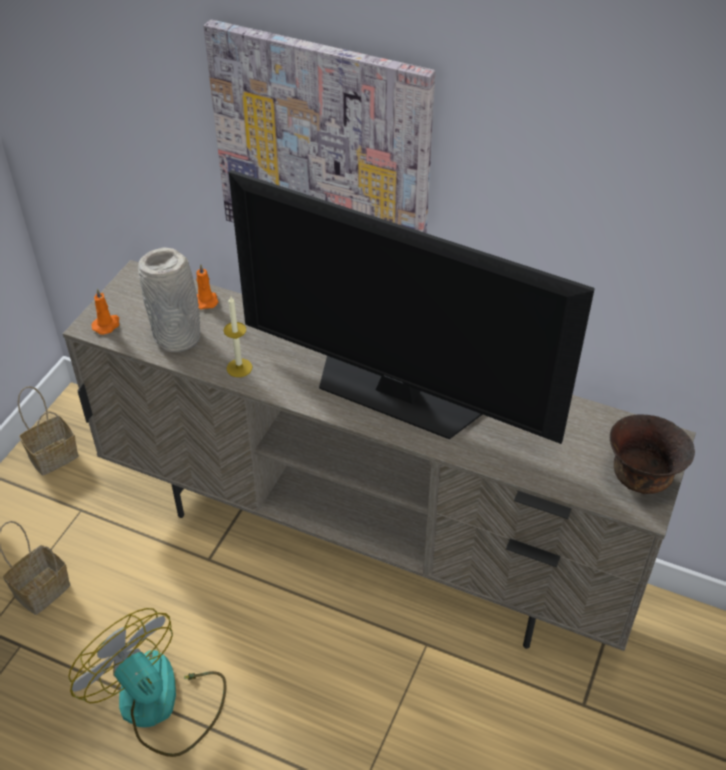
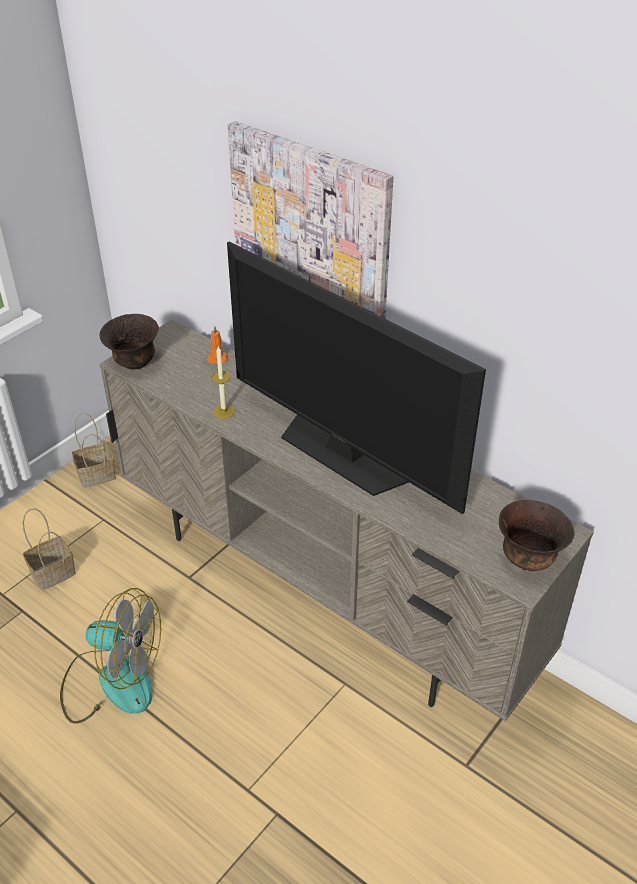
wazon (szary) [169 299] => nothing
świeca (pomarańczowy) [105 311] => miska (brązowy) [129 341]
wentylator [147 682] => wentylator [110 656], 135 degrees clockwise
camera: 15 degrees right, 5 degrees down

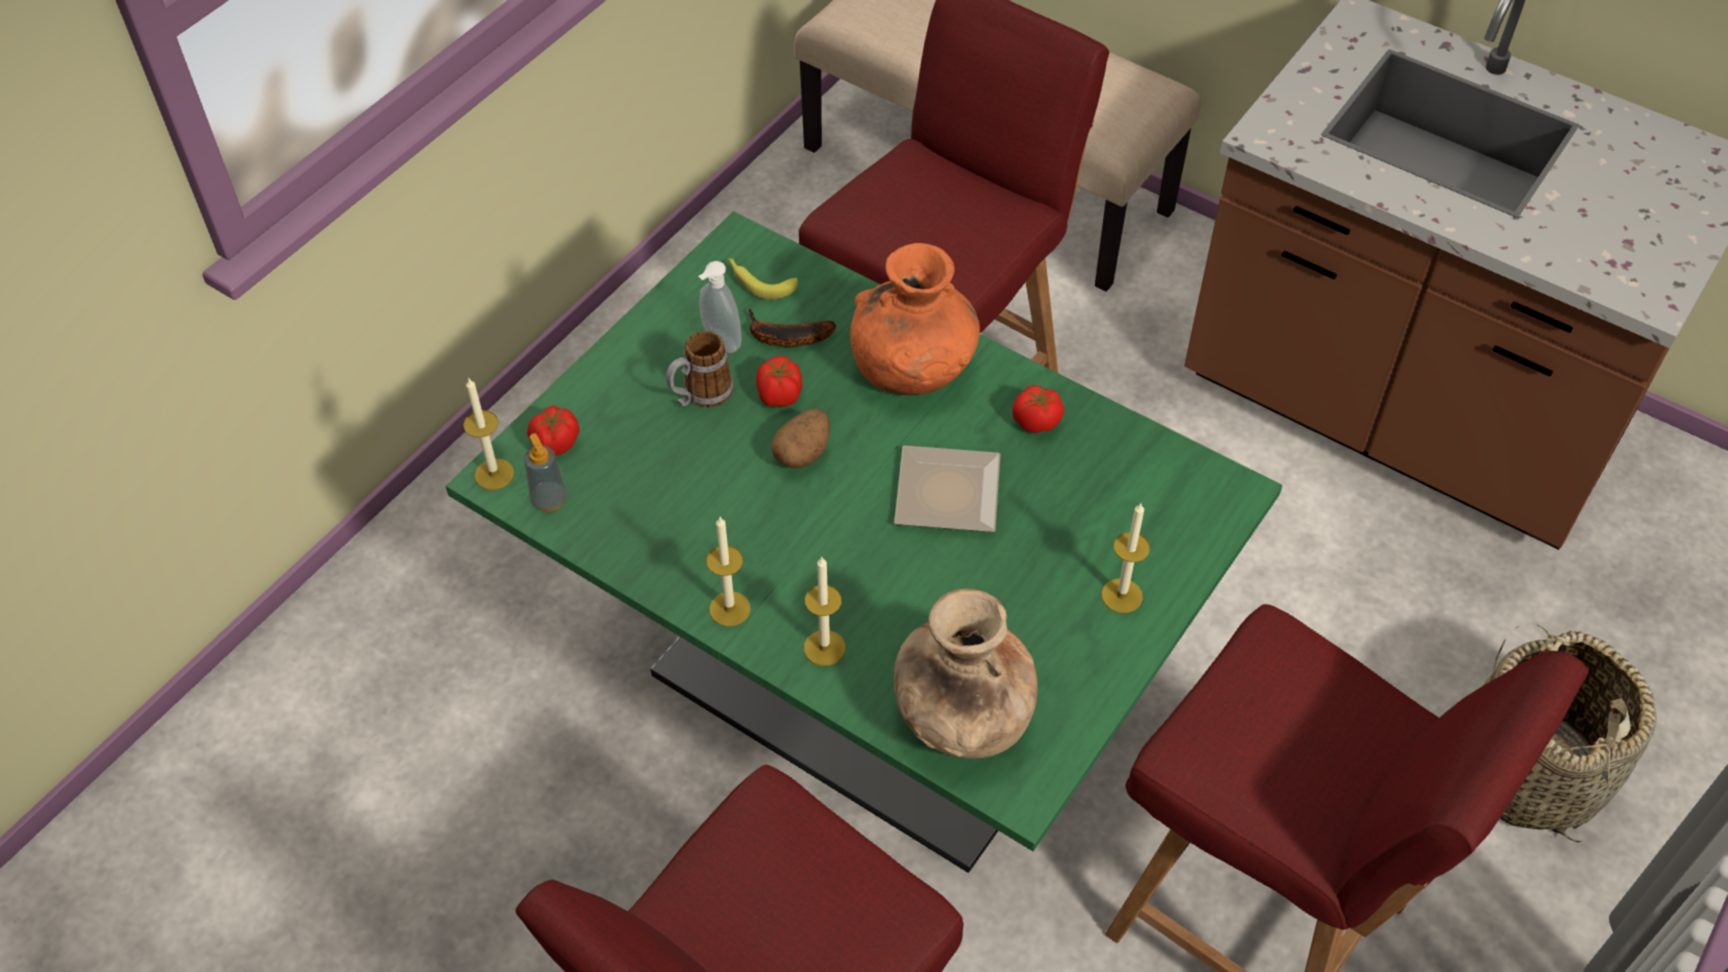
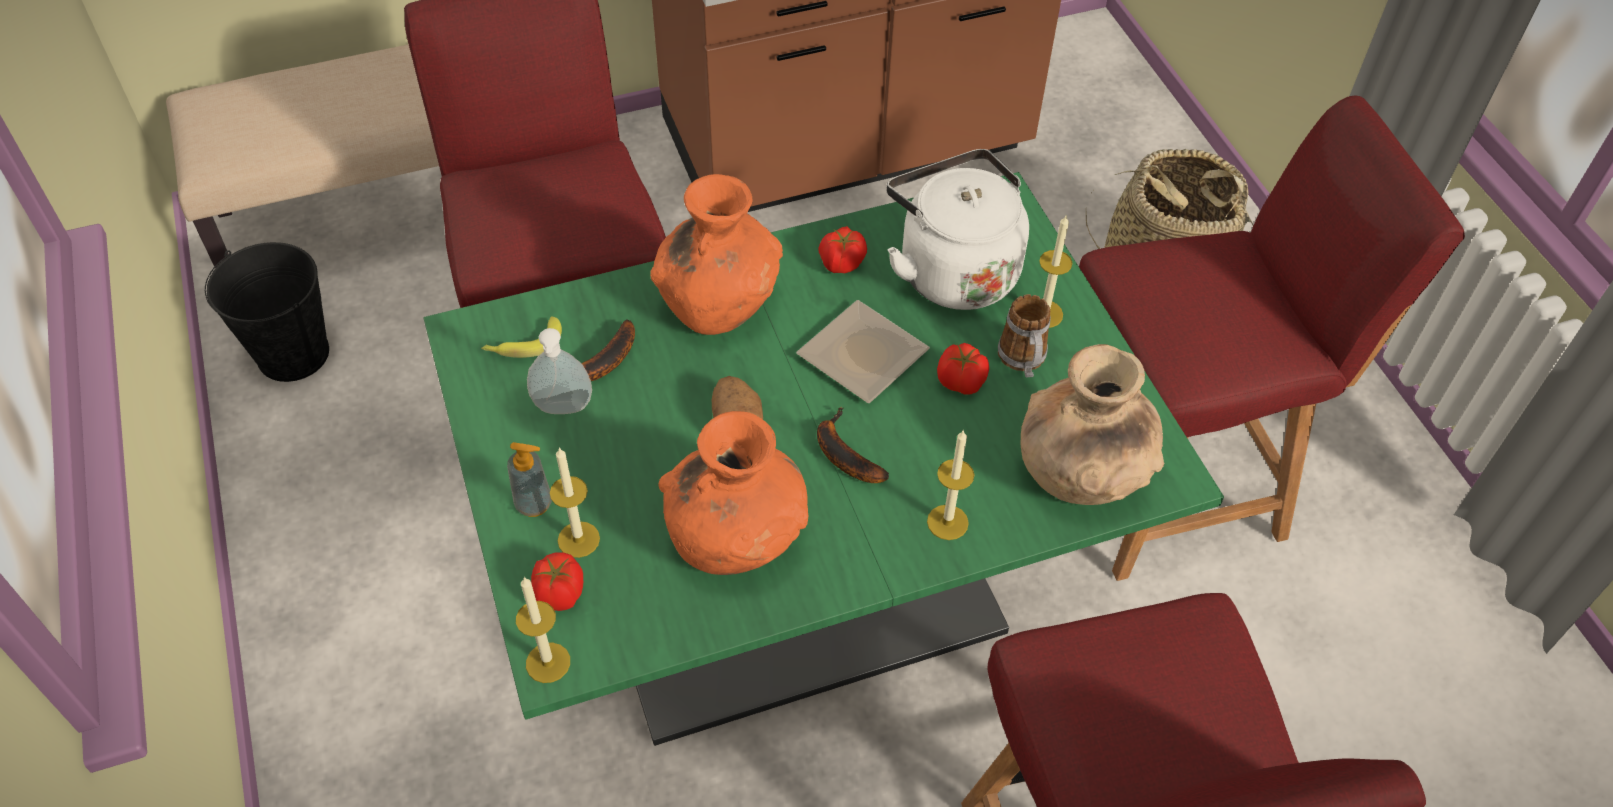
nothing => wiadro (czarny) [267 312]
nothing => wazon (pomarańczowy) [733 493]
nothing => banan [853 445]
nothing => czajnik (biały) [958 229]
dozownik mydła [545 473] => dozownik mydła [529 479], moved
kubek [699 369] => kubek [1024 336], moved
świeca [728 572] => świeca [575 502], moved
pomidor [779 381] => pomidor [963 369], moved
camera: 55 degrees left, 0 degrees up

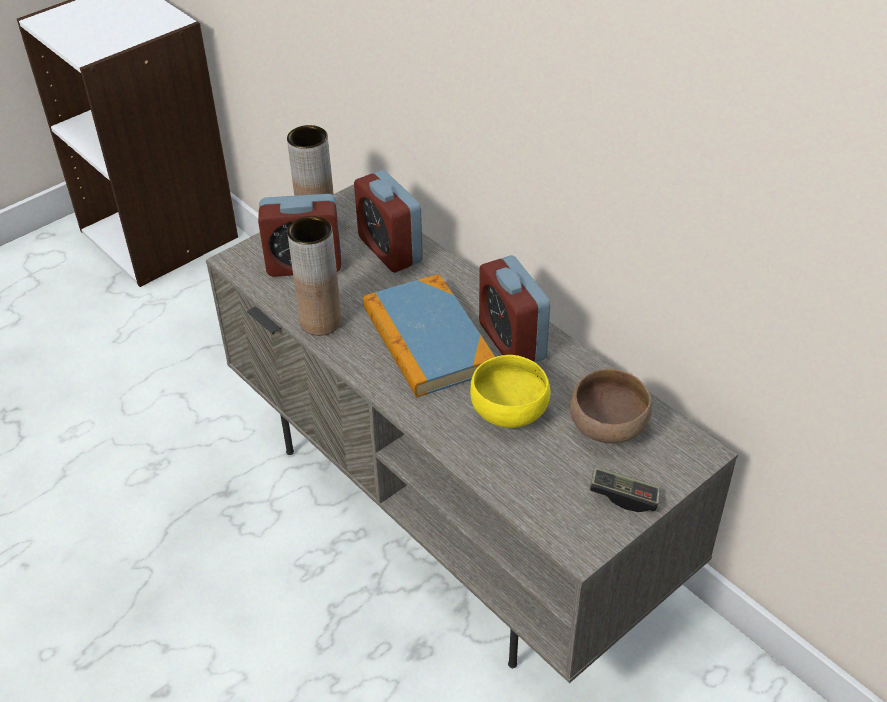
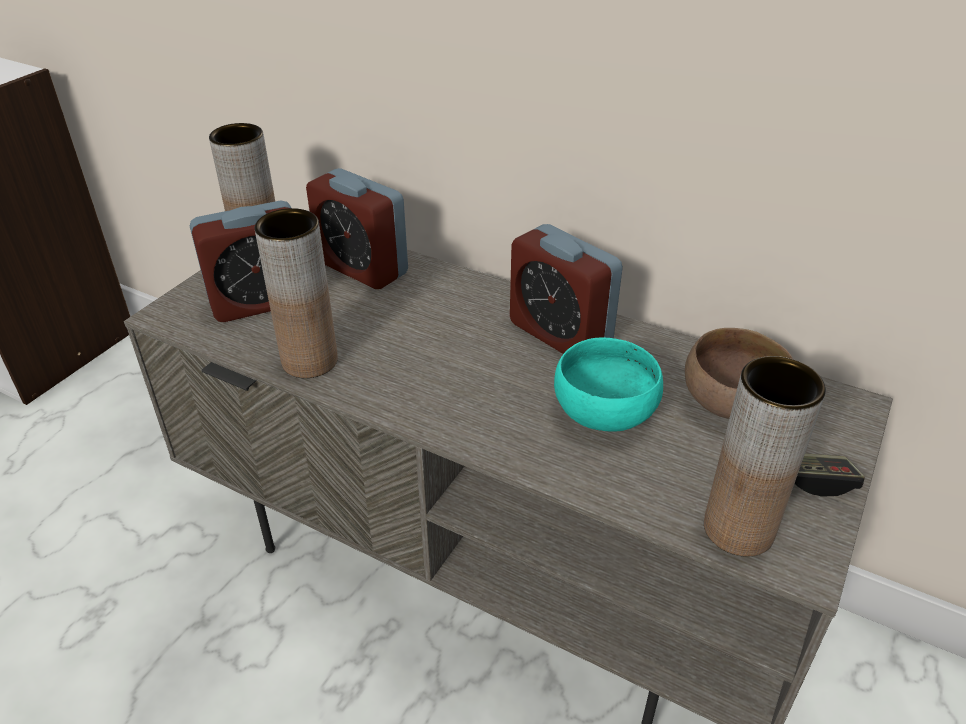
książka [429 336] => nothing
nothing => wazon (brązowy) [765 456]
miska (żółty) [510 391] => miska (turkusowy) [608 384]
camera: 20 degrees left, 5 degrees down

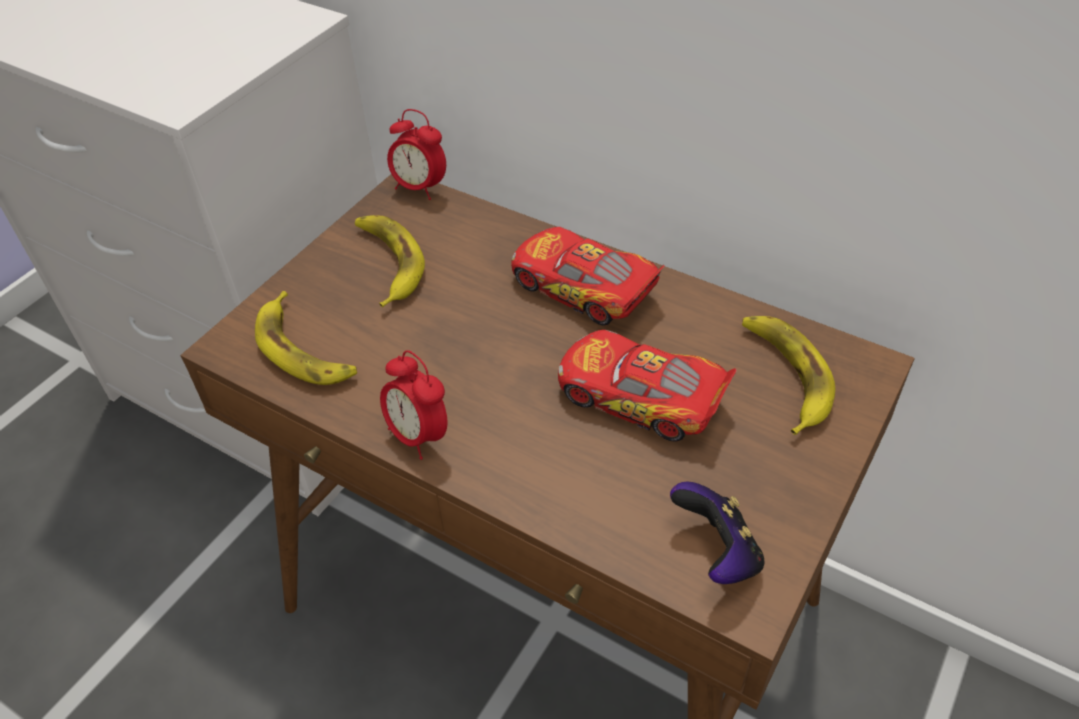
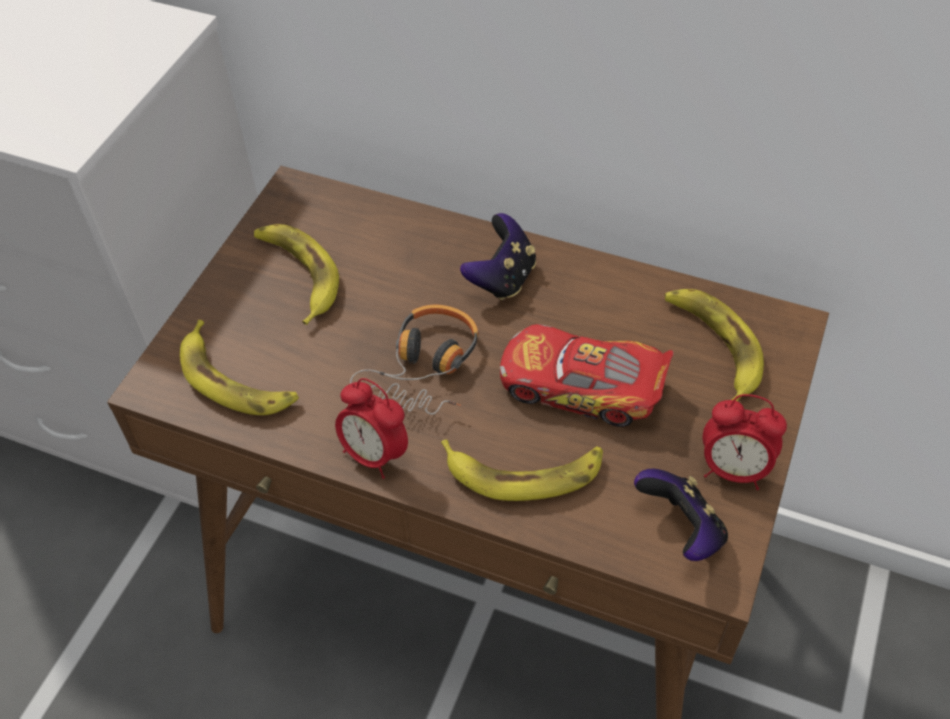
nothing => słuchawki [414 360]
nothing => banan [522 470]
budzik [416 154] => budzik [745 442], moved
samochodzik [588 276] => pad do gier [498 256]
camera: 10 degrees left, 5 degrees up

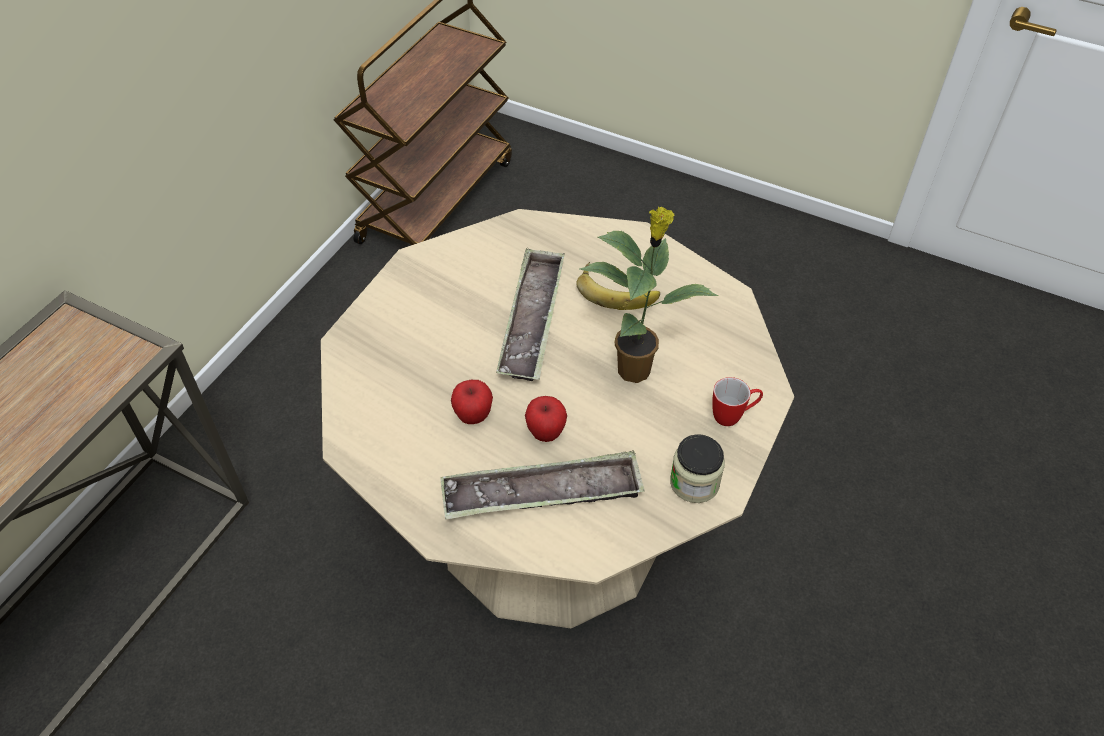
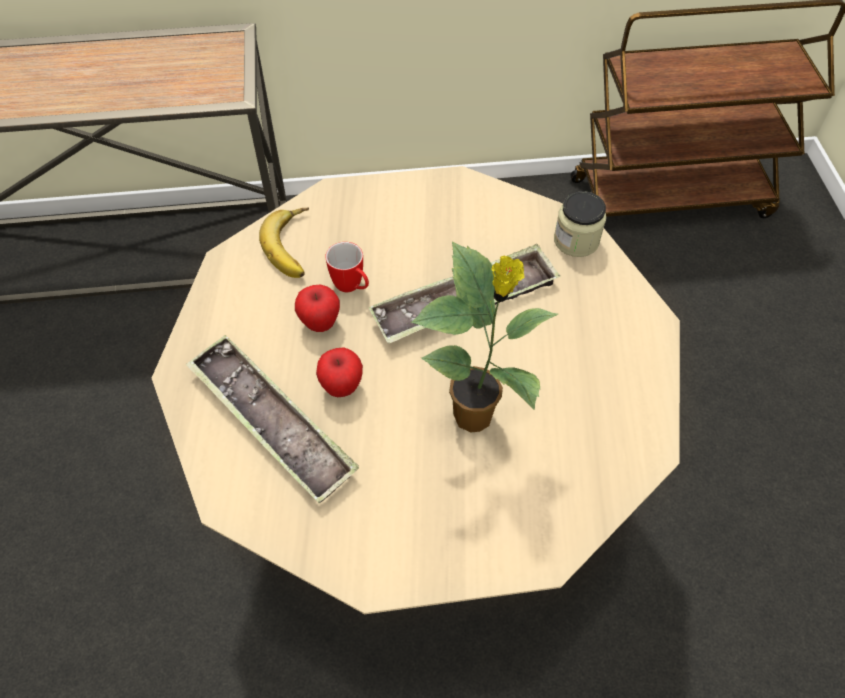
banan [618 286] => banan [284 243], moved
słoik [697 468] => słoik [580 224], moved
kubek [737 401] => kubek [347 267], moved
camera: 55 degrees right, 5 degrees up

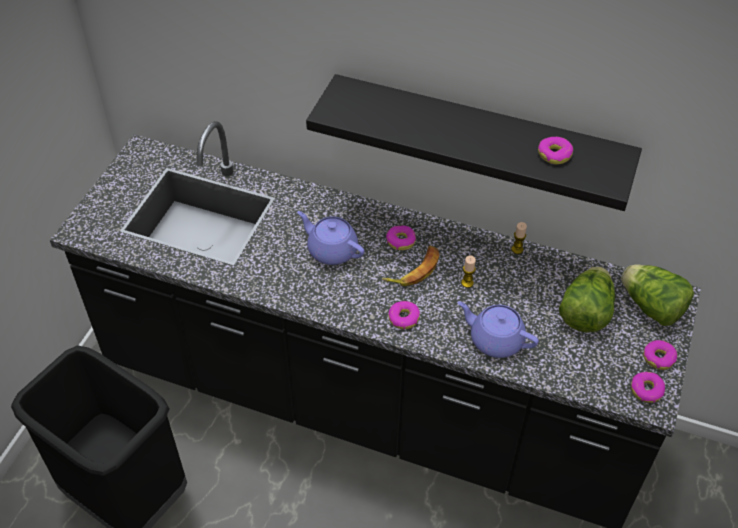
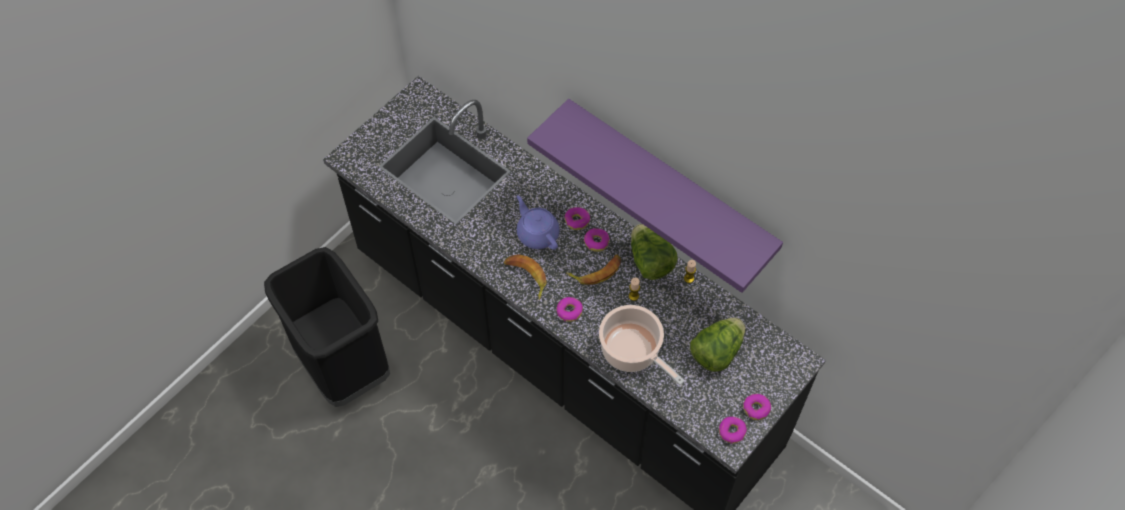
nothing => banan [525 277]
donut [555 150] => donut [577 218], moved
sałata [657 295] => sałata [654 252], moved
imbryk (fioletowy) [498 329] => garnek [642 345]
półka (czarny) [474 142] => półka (fioletowy) [655 196]
camera: 20 degrees right, 10 degrees up

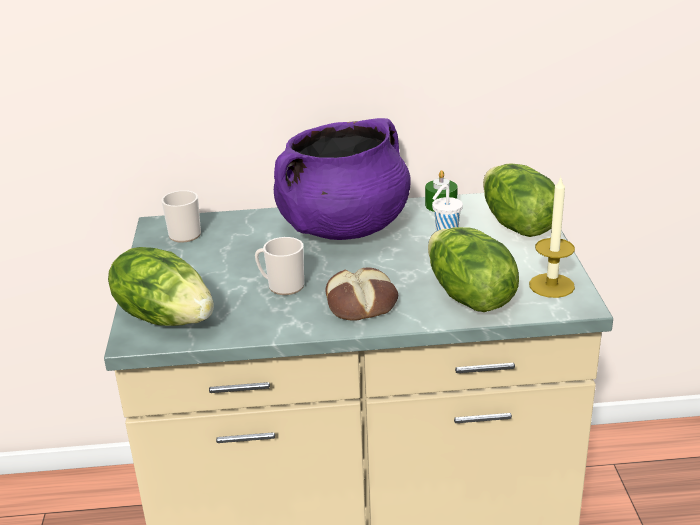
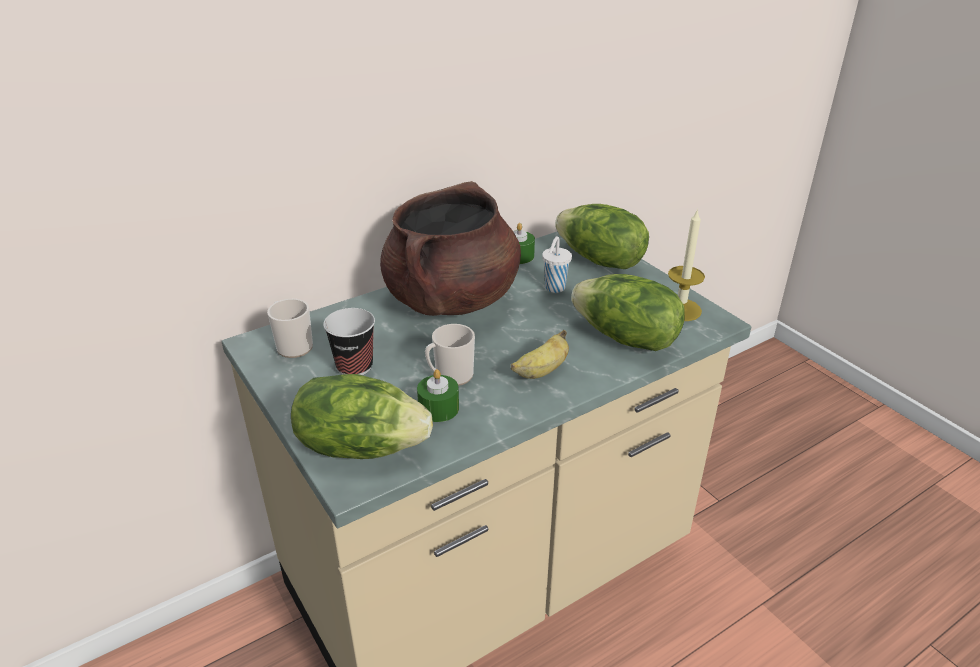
nothing => filiżanka [349 341]
nothing => świeca (zielony) [438 395]
chleb [361 294] => banan [540 354]
garnek (fioletowy) [342 179] => garnek (brązowy) [450 248]
camera: 30 degrees left, 5 degrees up

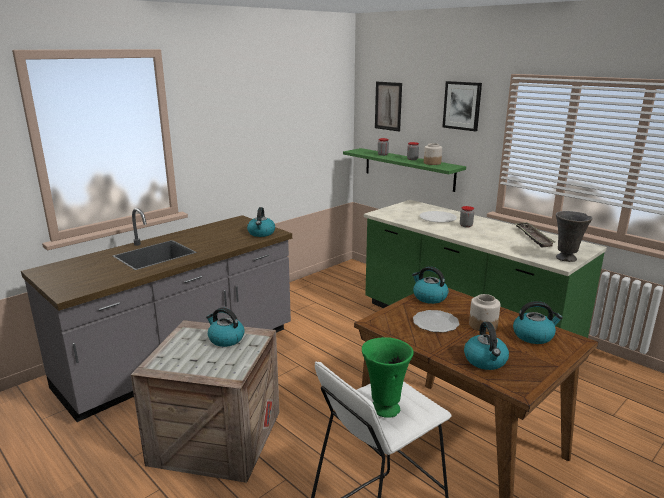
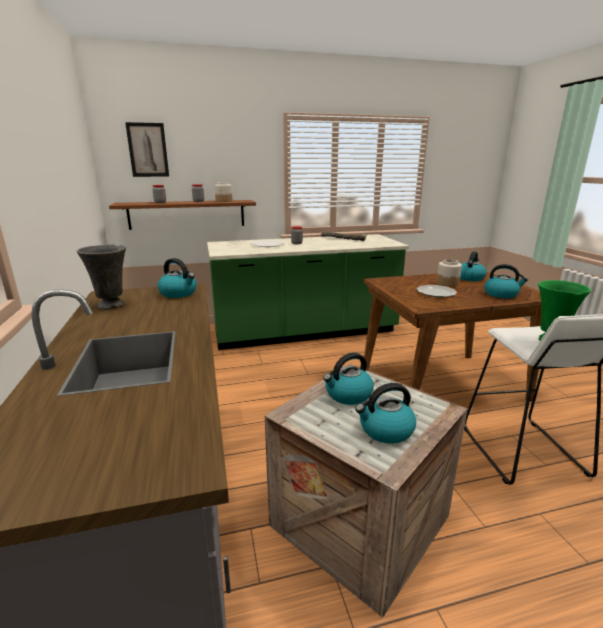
obraz [462 106] => nothing
czajnik [430 285] => czajnik [385 413], moved
wazon (szary) [574 236] => wazon (szary) [101 277], moved
półka (zielony) [404 170] => półka (brązowy) [182 215]
camera: 60 degrees left, 0 degrees up

